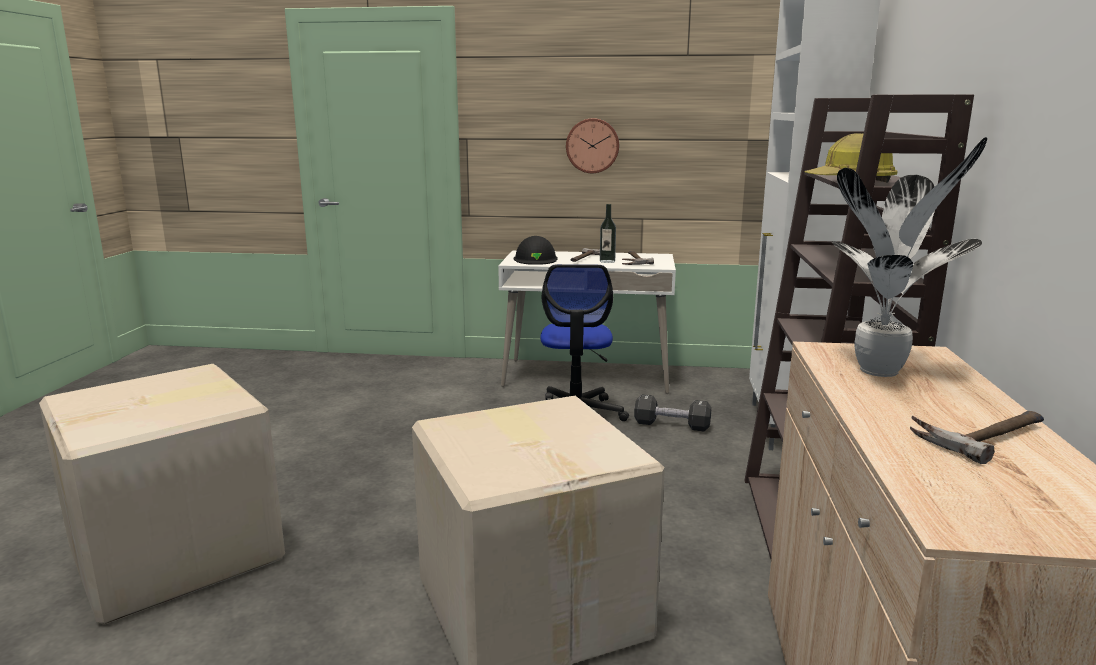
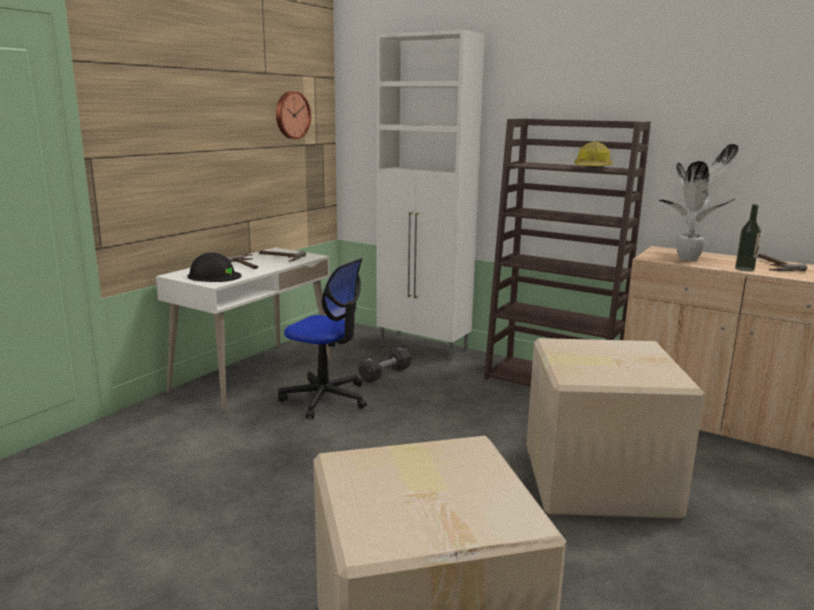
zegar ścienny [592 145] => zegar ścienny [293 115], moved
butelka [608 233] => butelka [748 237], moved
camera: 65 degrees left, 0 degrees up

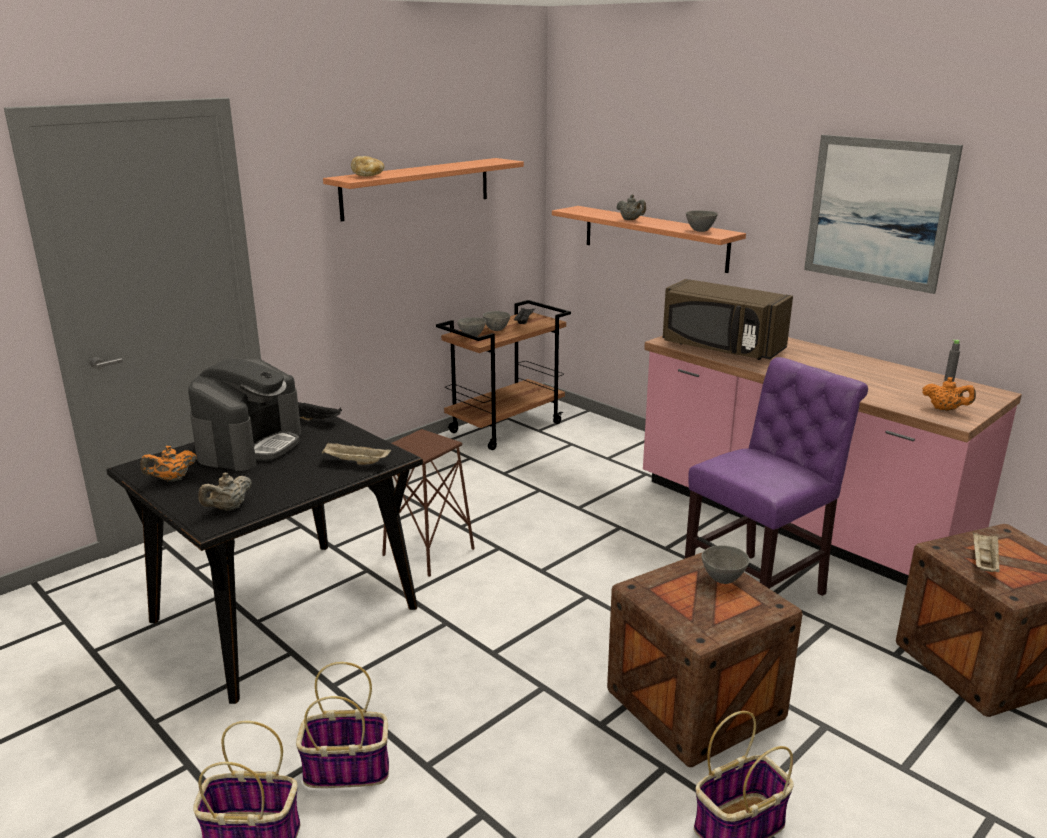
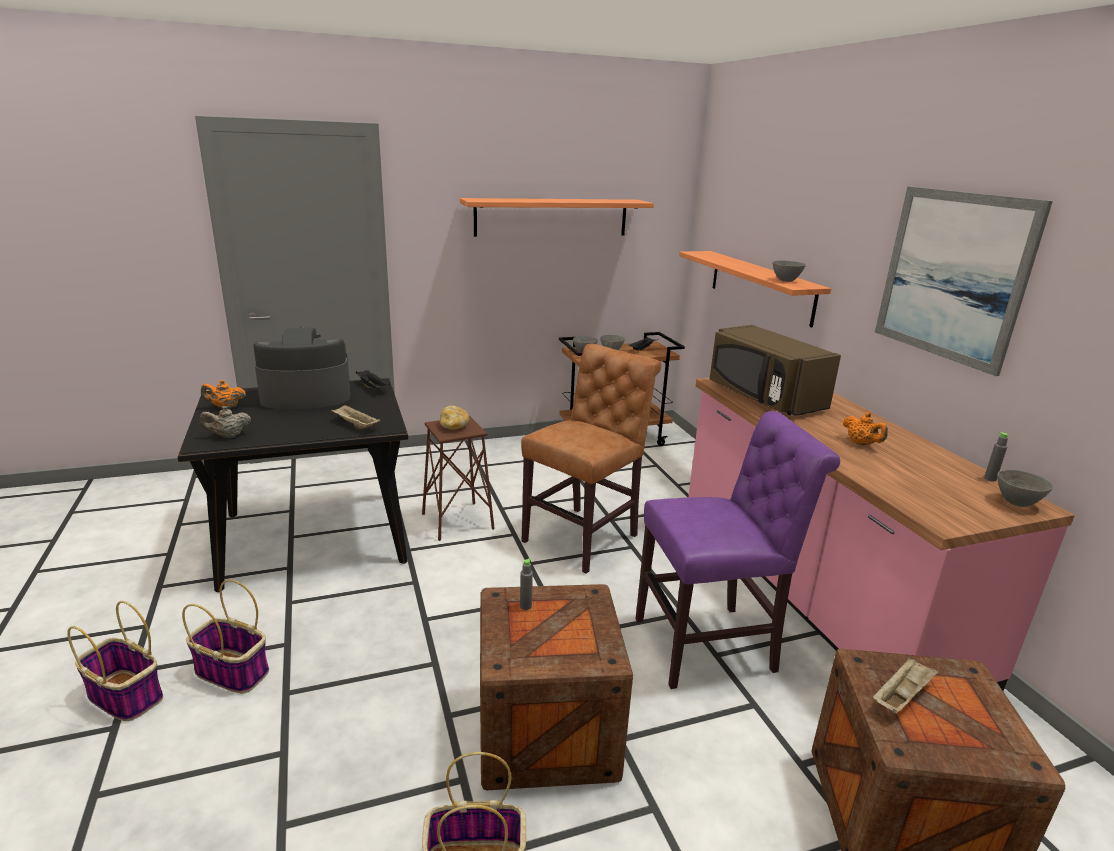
imbryk (szary) [631 207] => nothing
nothing => butelka (szary) [526 584]
nothing => krzesło (brązowy) [591 458]
chleb [367 166] => chleb [454 417], moved
miska (szary) [725 564] => miska (szary) [1025 488], moved
imbryk (pomarańczowy) [949 394] => imbryk (pomarańczowy) [865 428], moved
ekspres do kawy [244 414] => ekspres do kawy [301 368], 150 degrees counterclockwise
camera: 25 degrees right, 0 degrees up

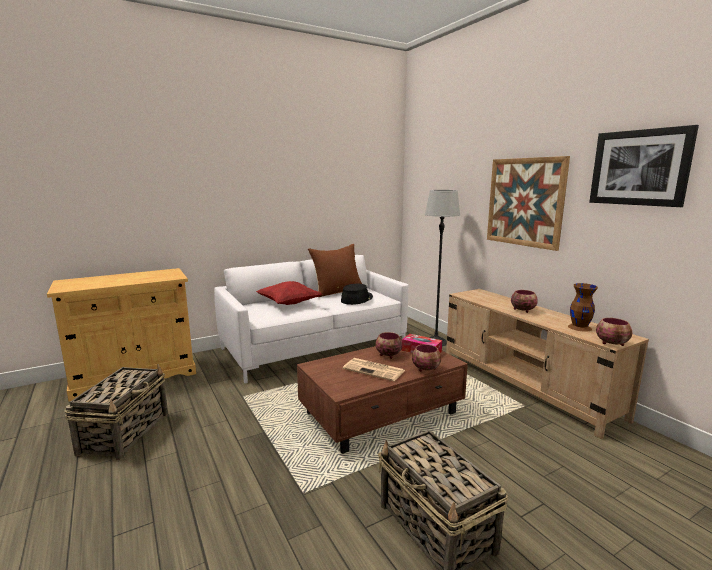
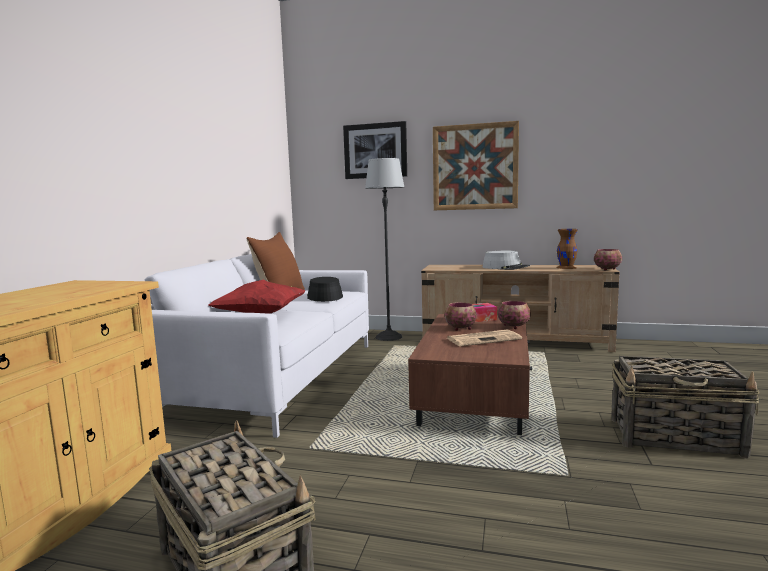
obraz [644 166] => obraz [375 150], moved
miska [524 301] => kapelusz (szary) [506 260]
camera: 45 degrees left, 5 degrees down

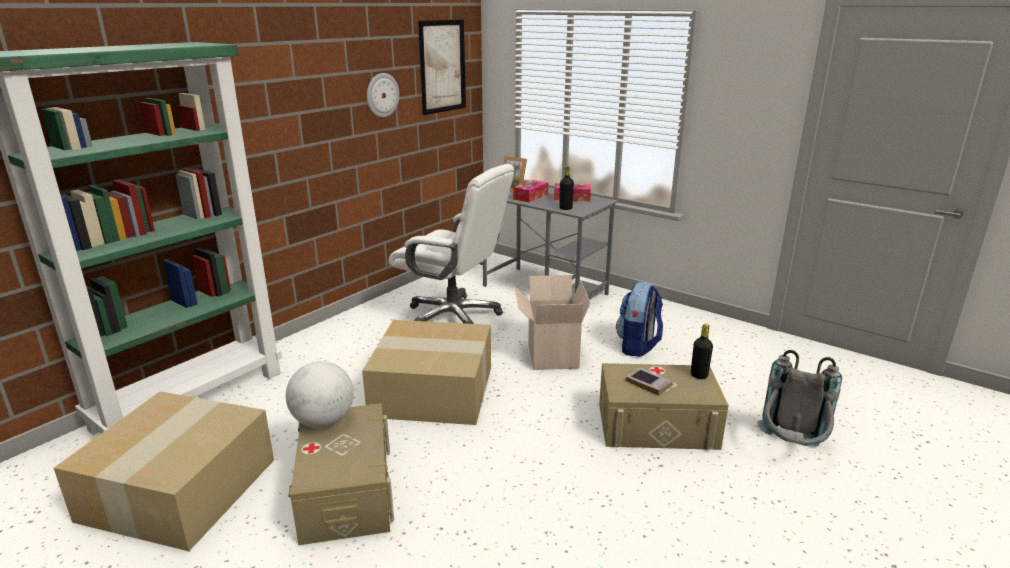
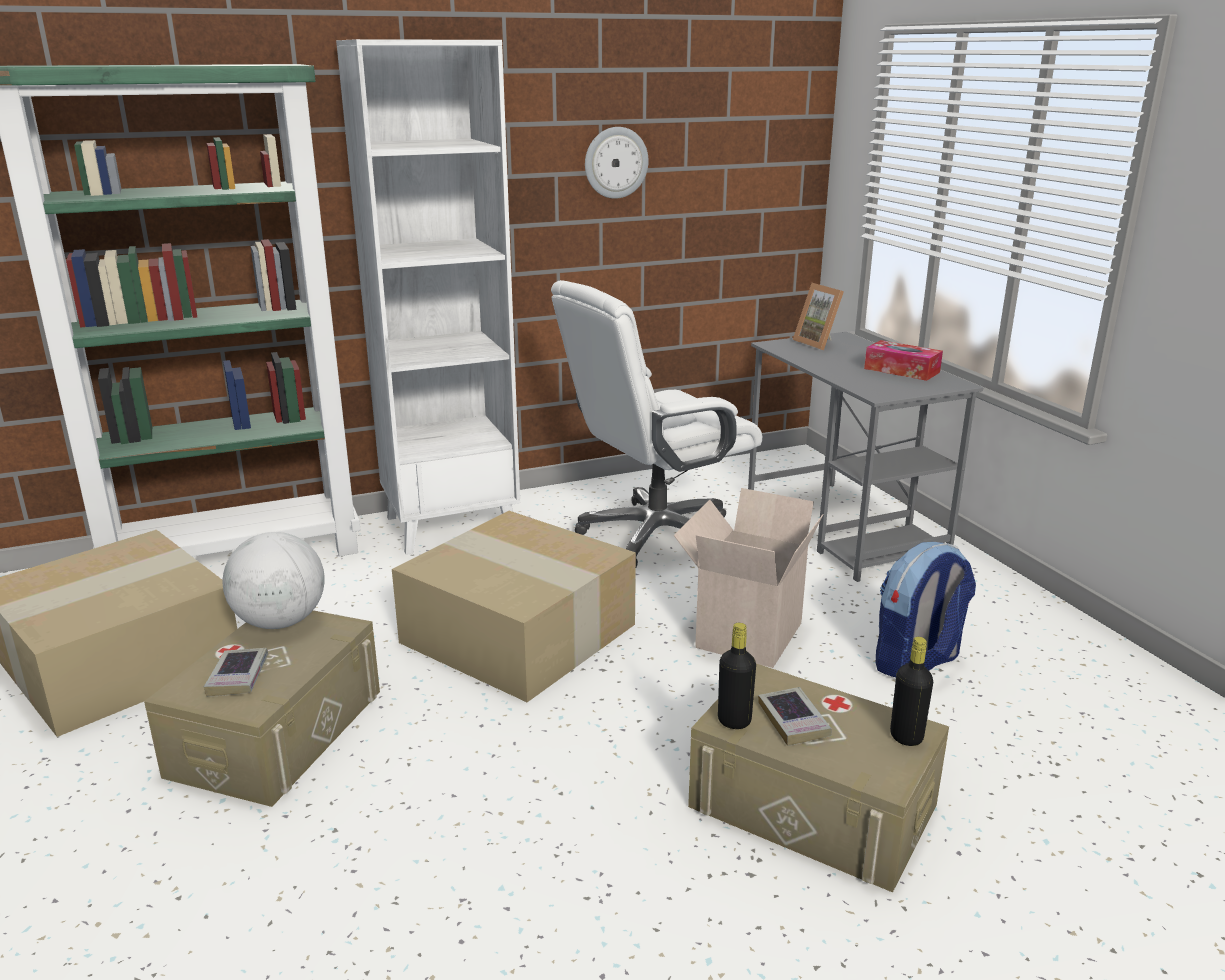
obraz [442 67] => nothing
pudełko chusteczek [530 191] => nothing
plecak (szary) [799 398] => nothing
nothing => książka [236 672]
nothing => regał (biały) [428 297]
butelka (czarny) [566 188] => butelka (czarny) [737 676], moved
krzesło biurowe (biały) [451 244] => krzesło biurowe (biały) [656 423], 90 degrees clockwise
camera: 30 degrees right, 0 degrees up

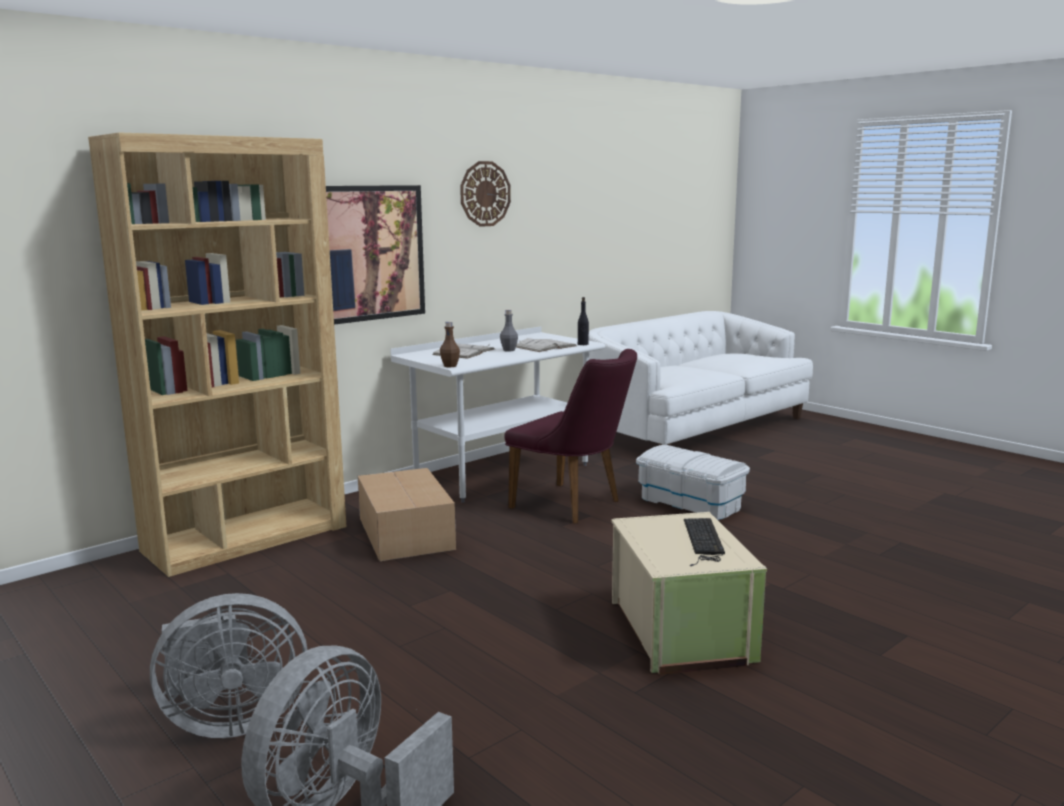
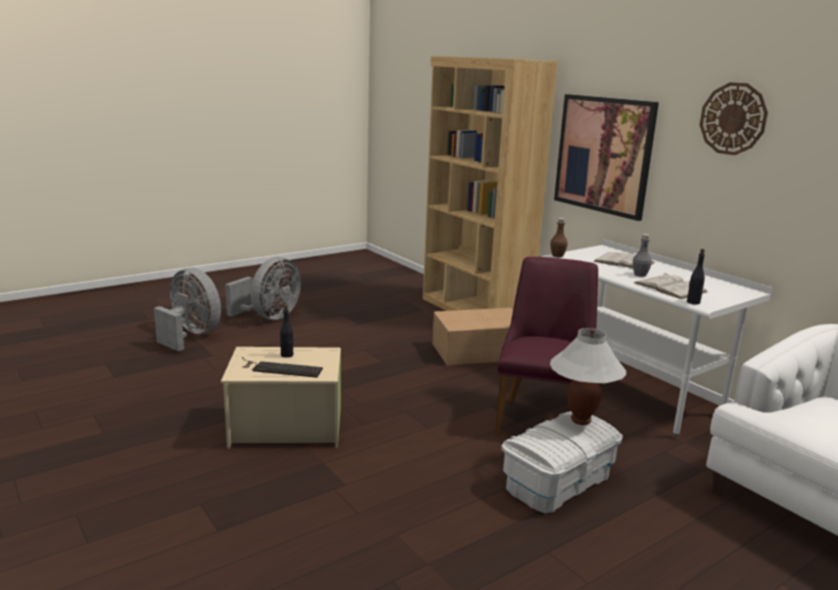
nothing => butelka (czarny) [286 331]
nothing => lampa stołowa (biały) [588 376]
wentylator (szary) [229 665] => wentylator (szary) [263 288], 135 degrees counterclockwise
krzesło (fioletowy) [570 436] => krzesło (fioletowy) [546 346], 150 degrees clockwise
camera: 95 degrees right, 5 degrees up

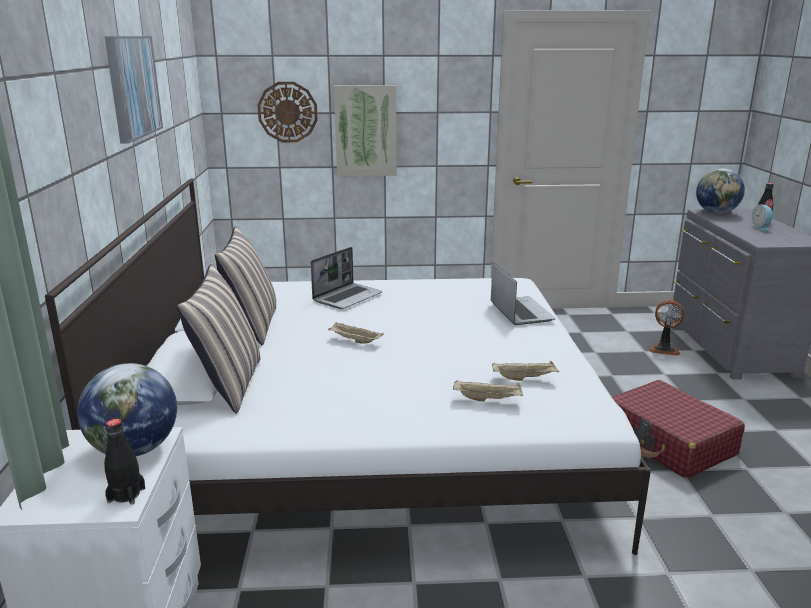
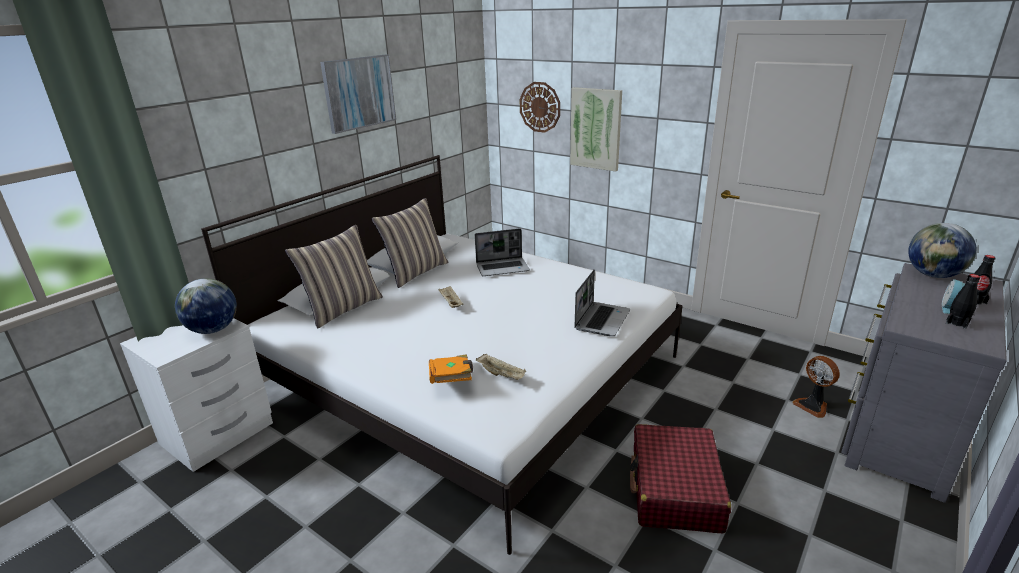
butelka (czarny) [124 462] => butelka (czarny) [963 301], moved
taca (beżowy) [488 391] => książka (pomarańczowy) [451 369]
camera: 40 degrees right, 5 degrees up

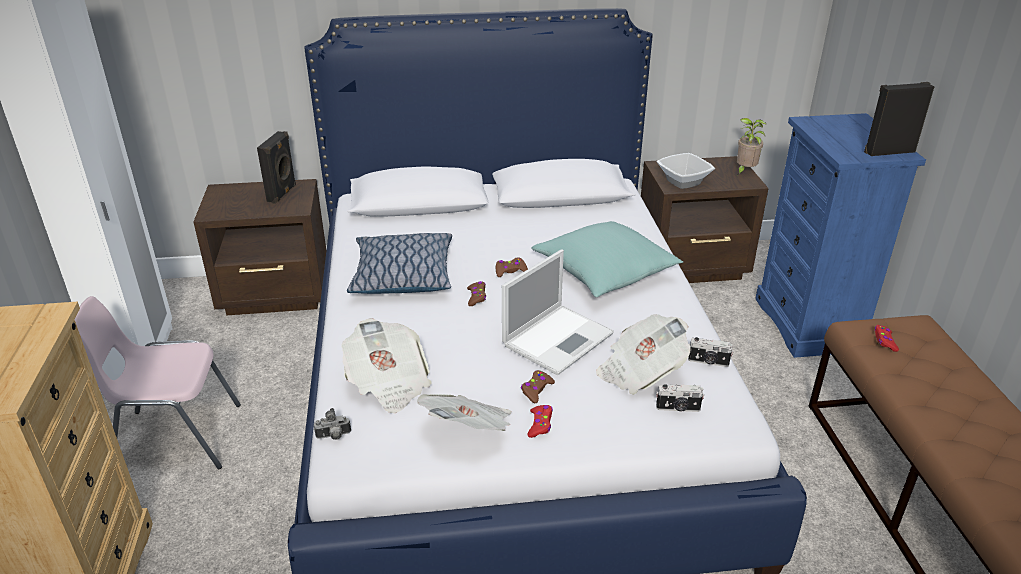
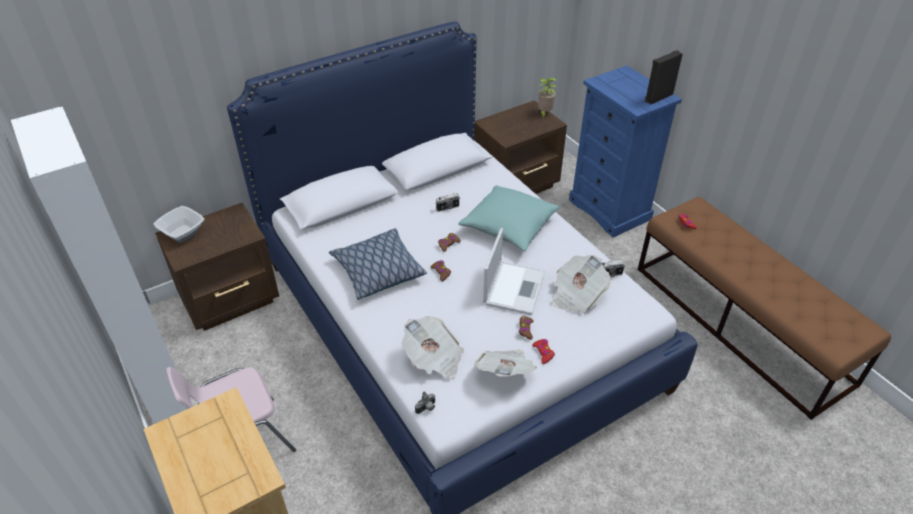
głośnik (czarny) [276 167] => nothing
aparat fotograficzny [680 398] => aparat fotograficzny [448 202], moved
miska [686 171] => miska [179 224], moved
camera: 25 degrees left, 10 degrees up

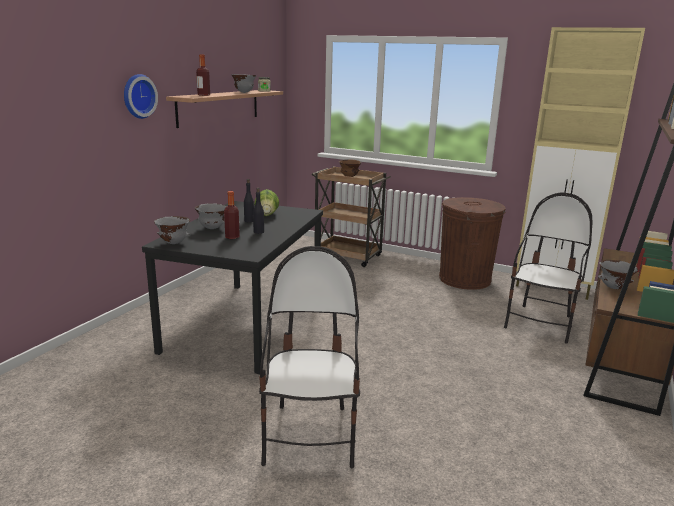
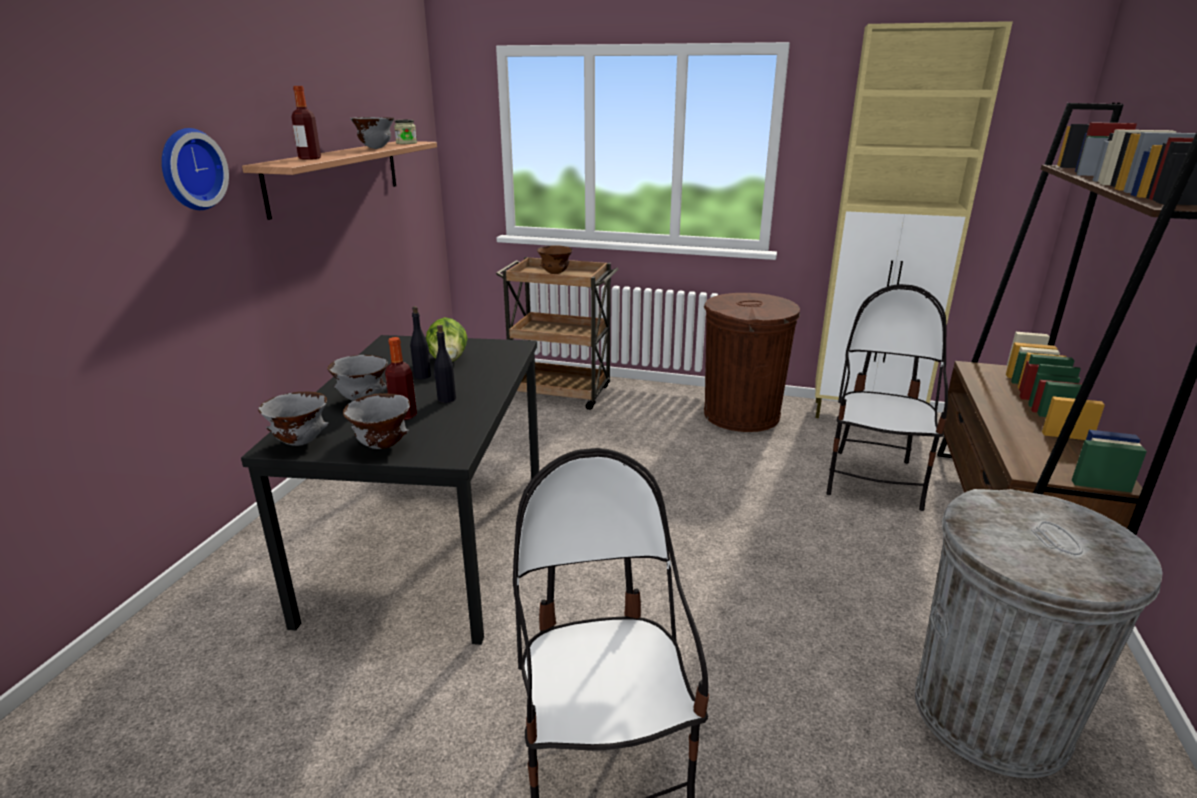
nothing => kosz na śmieci (szary) [1039 633]
miska (szary) [618 274] => miska (szary) [376 421], moved
camera: 10 degrees left, 5 degrees up

